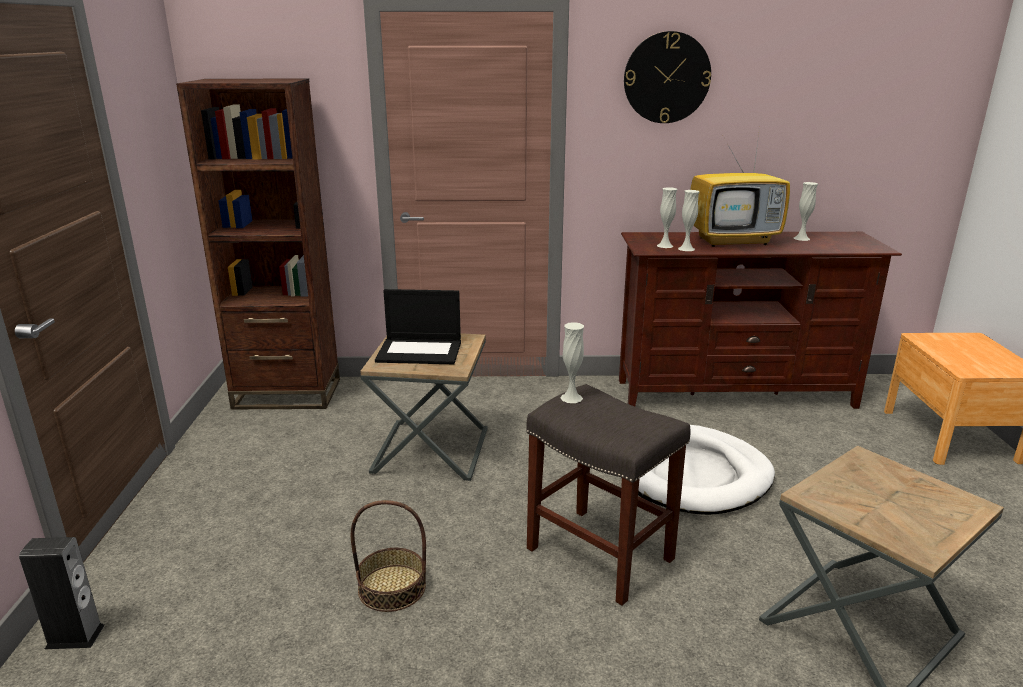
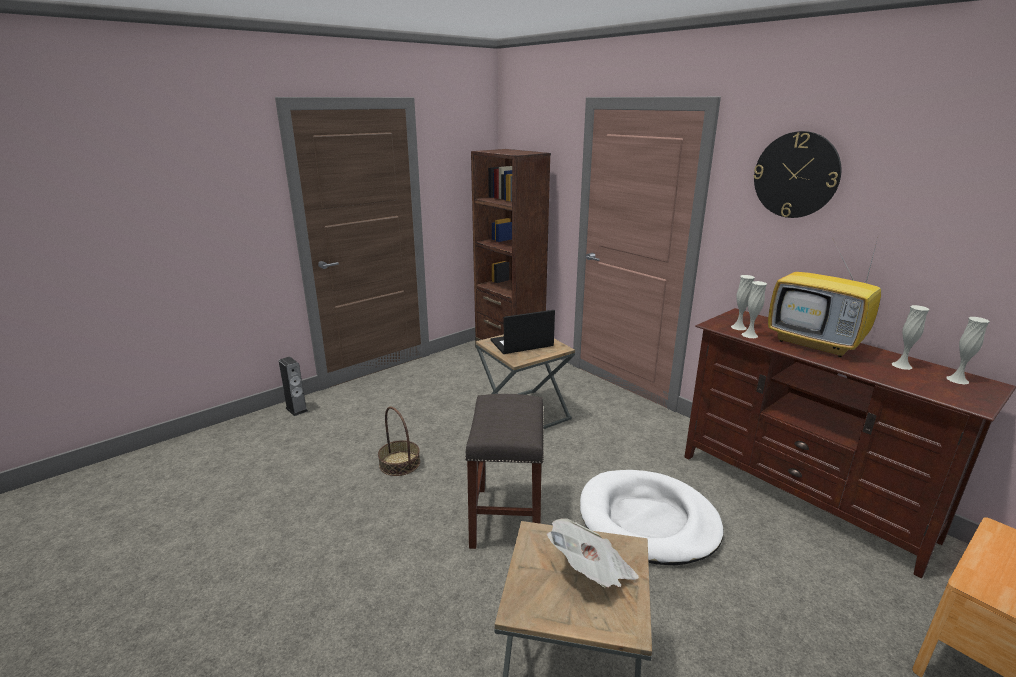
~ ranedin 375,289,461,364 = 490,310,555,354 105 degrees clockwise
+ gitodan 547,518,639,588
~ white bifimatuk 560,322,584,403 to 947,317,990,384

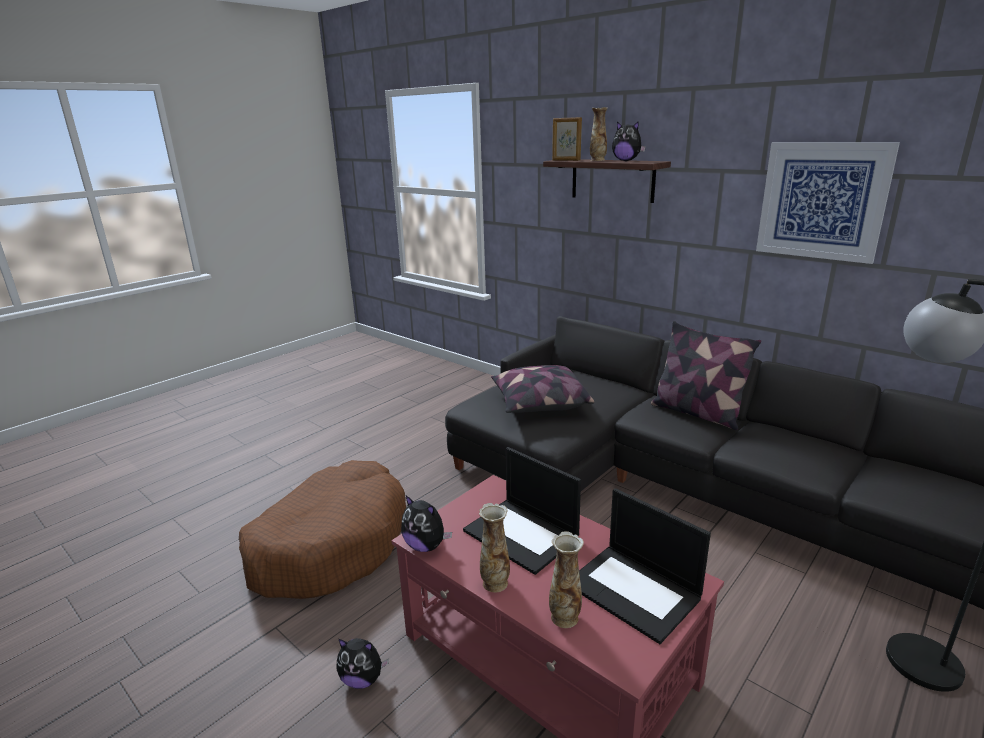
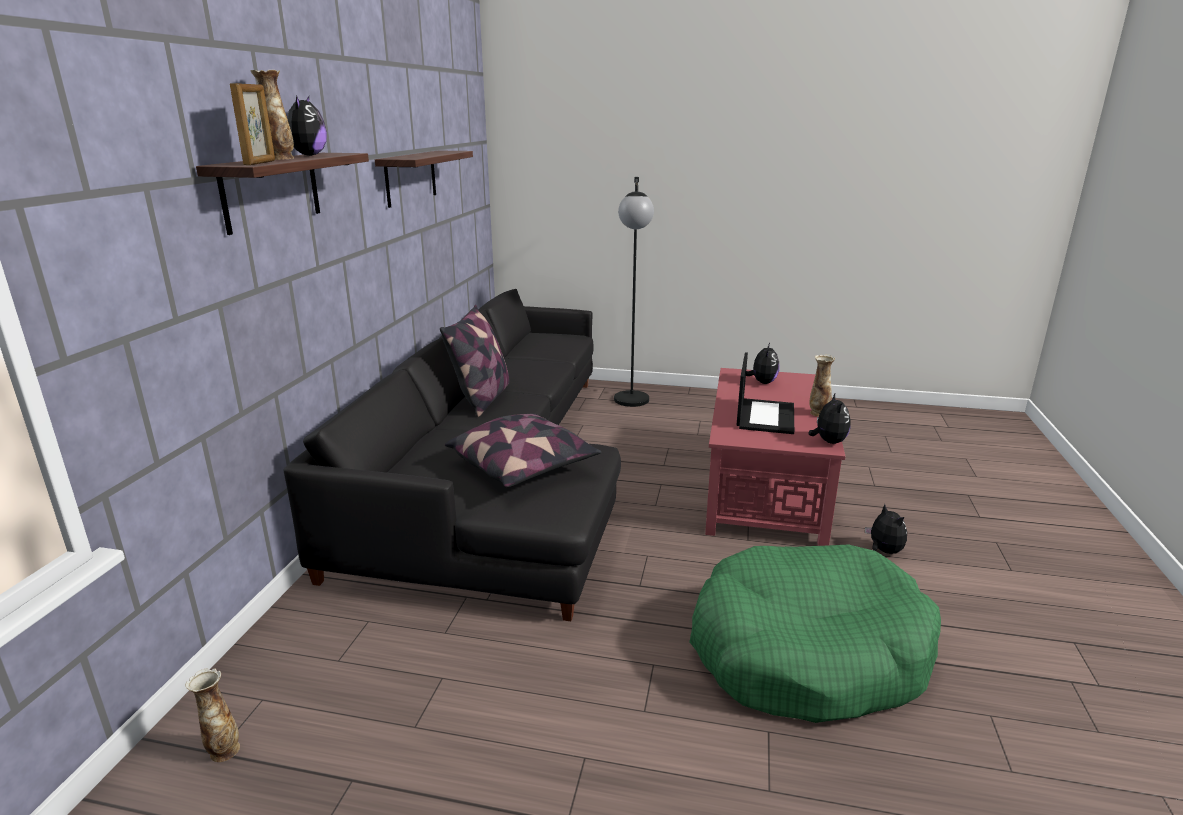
~ bifimatuk 549,532,584,628 to 185,668,240,762
~ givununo 756,142,900,264 to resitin 375,151,473,208
~ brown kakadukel 239,460,406,599 to green kakadukel 689,544,941,723
~ ranedin 579,488,711,644 to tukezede 746,343,780,384

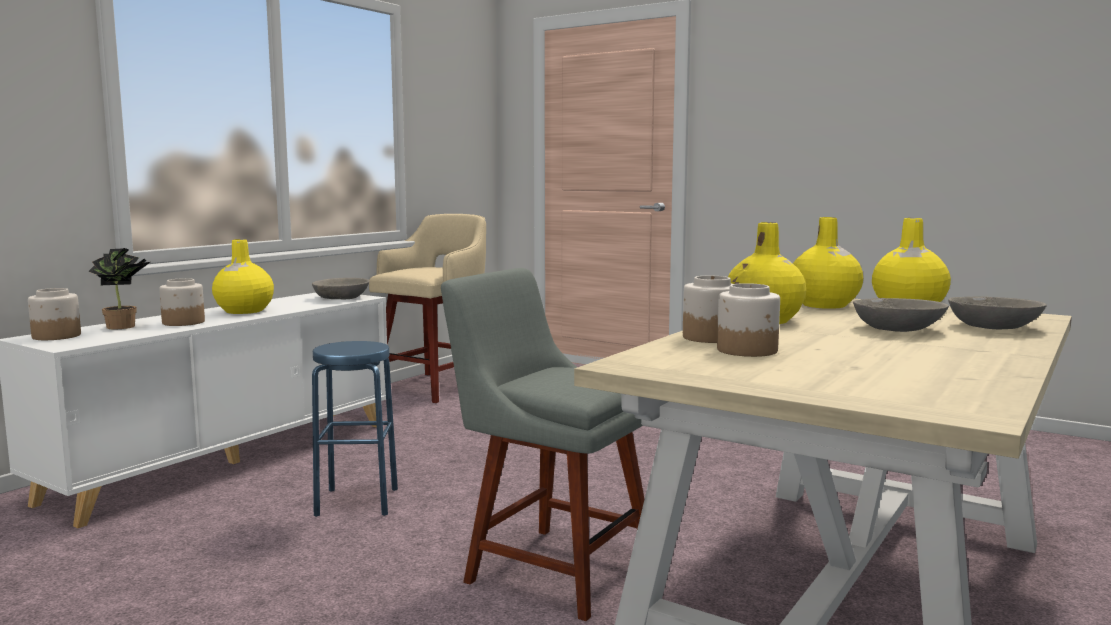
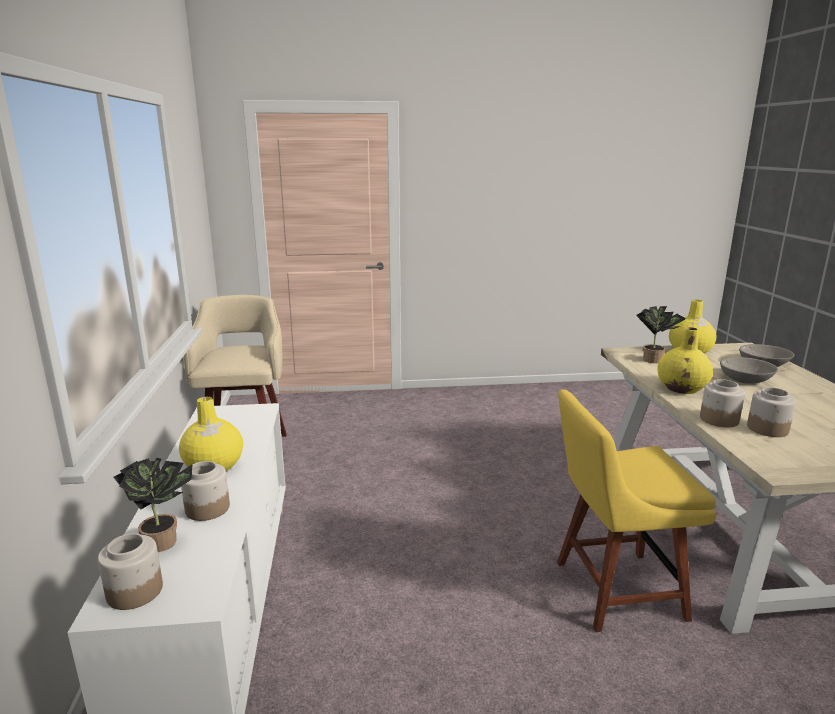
~ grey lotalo 441,268,644,621 to yellow lotalo 557,389,716,632
~ yellow bifimatuk 793,217,863,309 to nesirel 636,306,686,363
- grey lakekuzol 312,278,370,299
- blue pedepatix 312,341,398,517

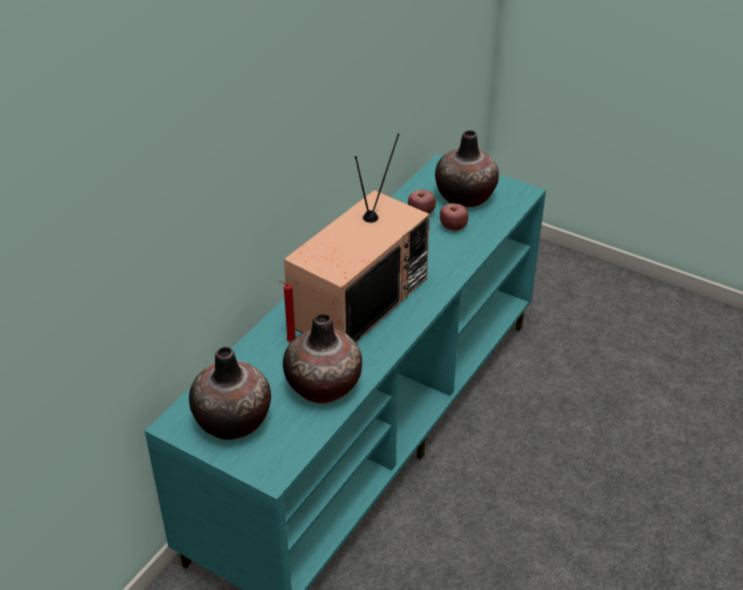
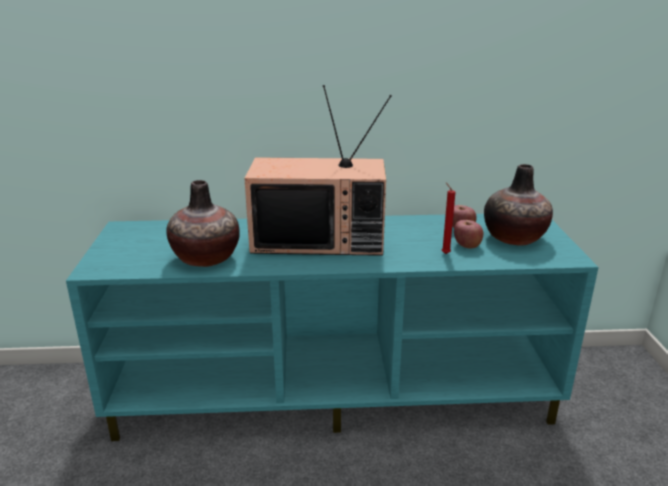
~ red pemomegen 280,281,296,342 to 442,182,455,254
- bifimatuk 189,347,271,440

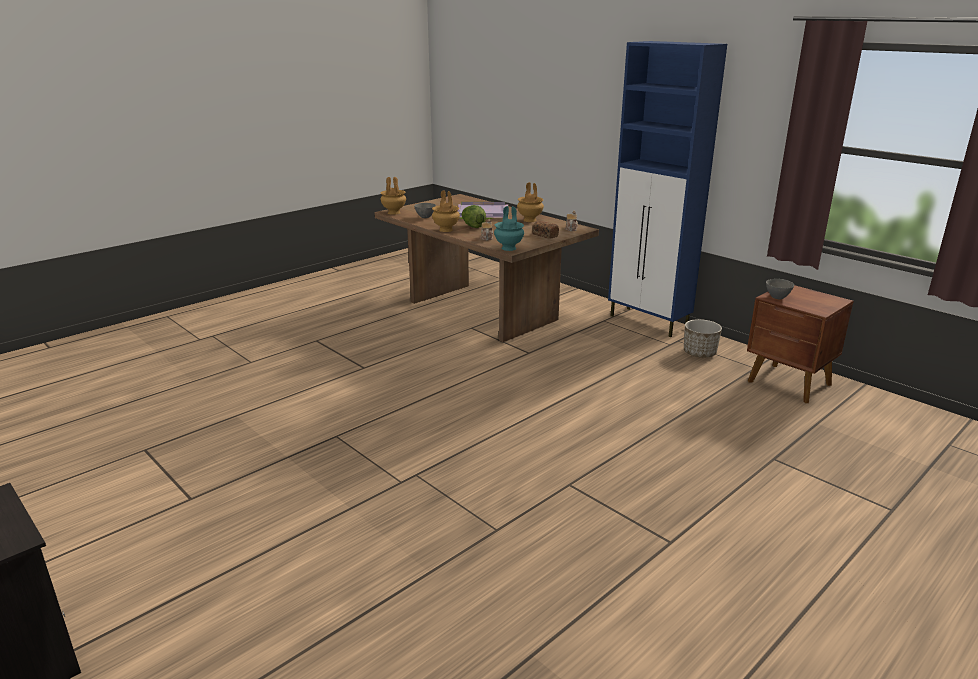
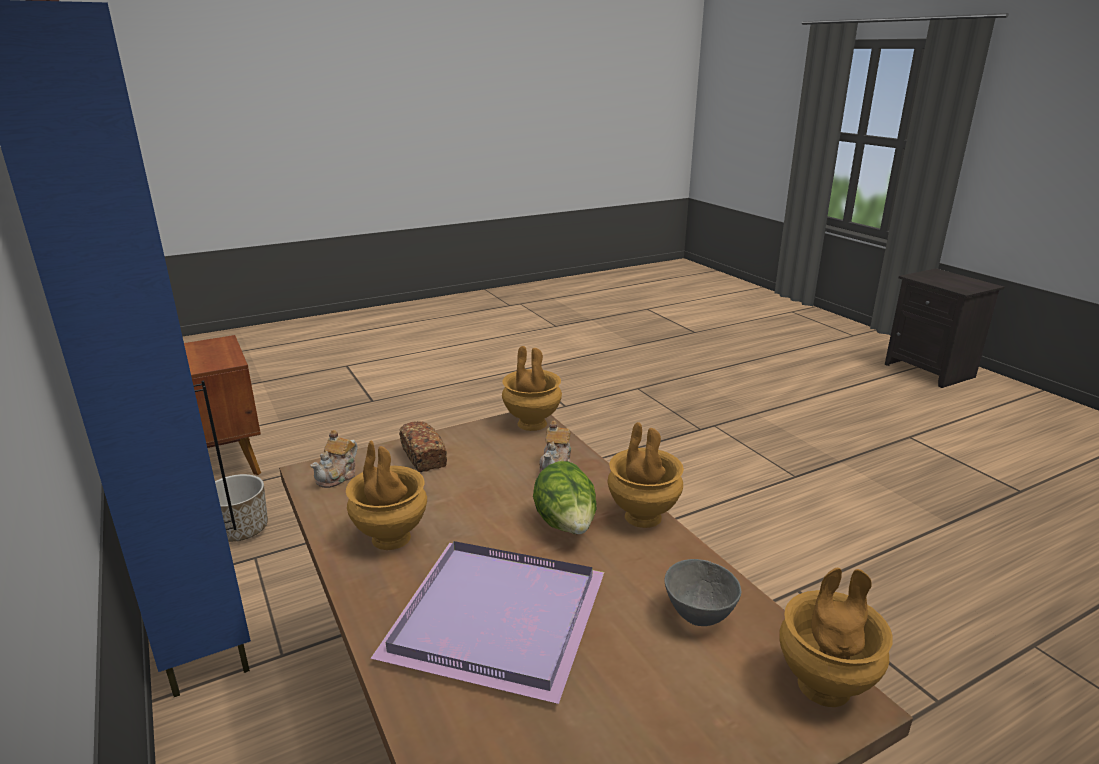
~ turquoise bifimatuk 494,206,524,251 to brown bifimatuk 502,346,562,431
- grey lakekuzol 766,279,794,300

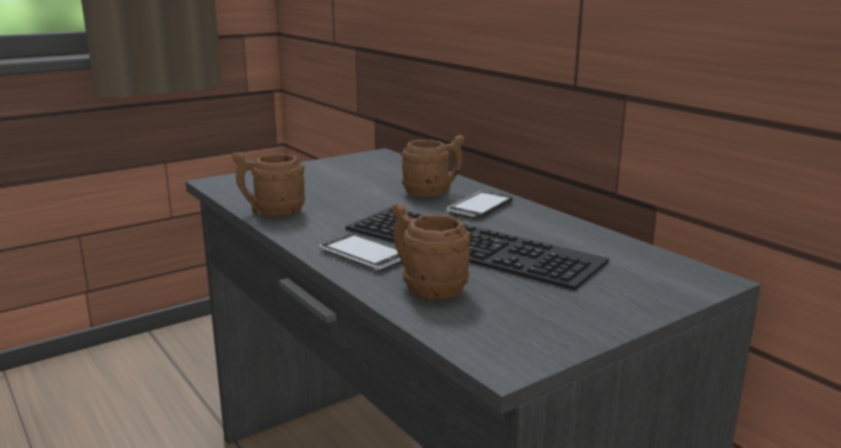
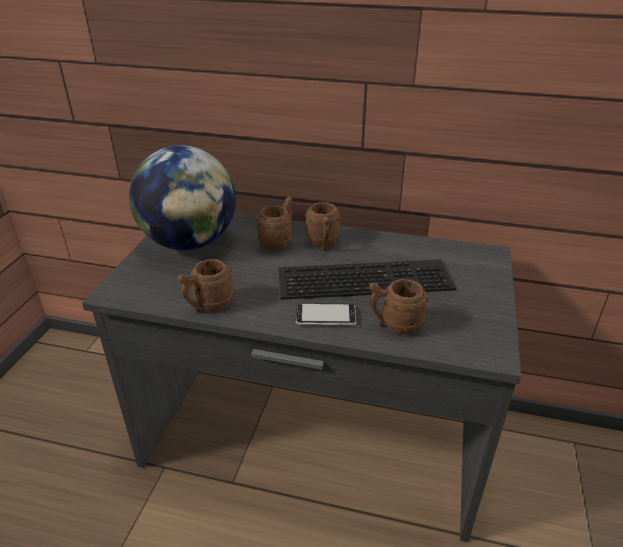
+ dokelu 129,145,236,250
~ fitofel 447,191,513,219 to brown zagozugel 305,202,341,250

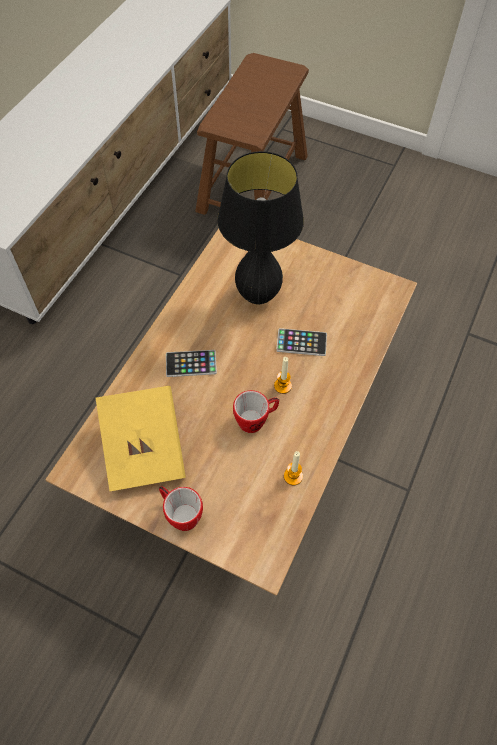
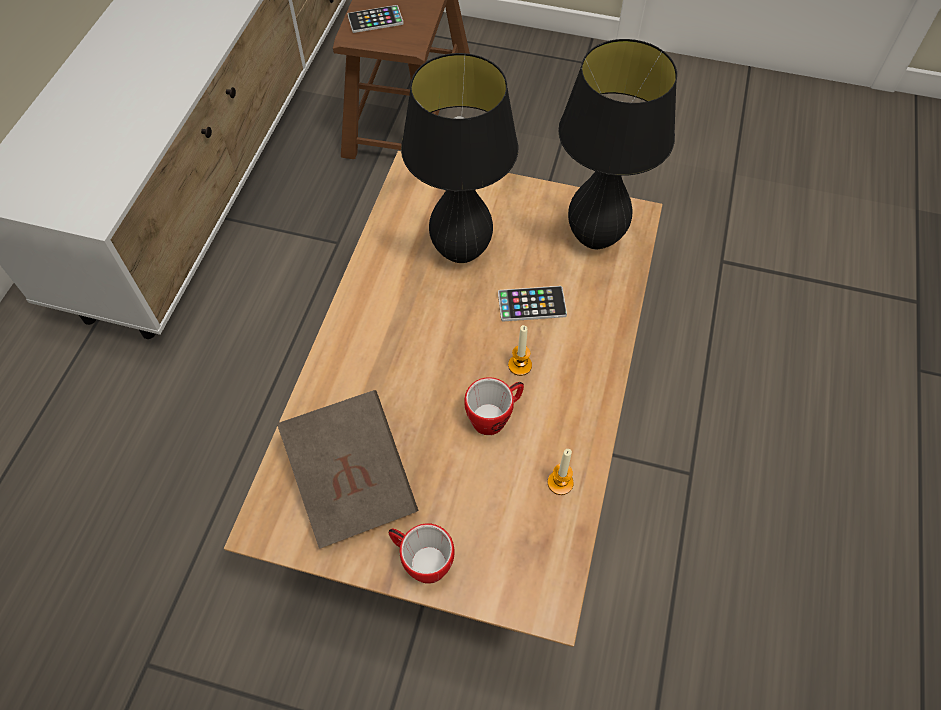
~ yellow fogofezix 96,386,186,492 to brown fogofezix 277,390,418,549
~ fitofel 166,350,217,377 to 348,5,404,33
+ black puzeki 558,39,677,249

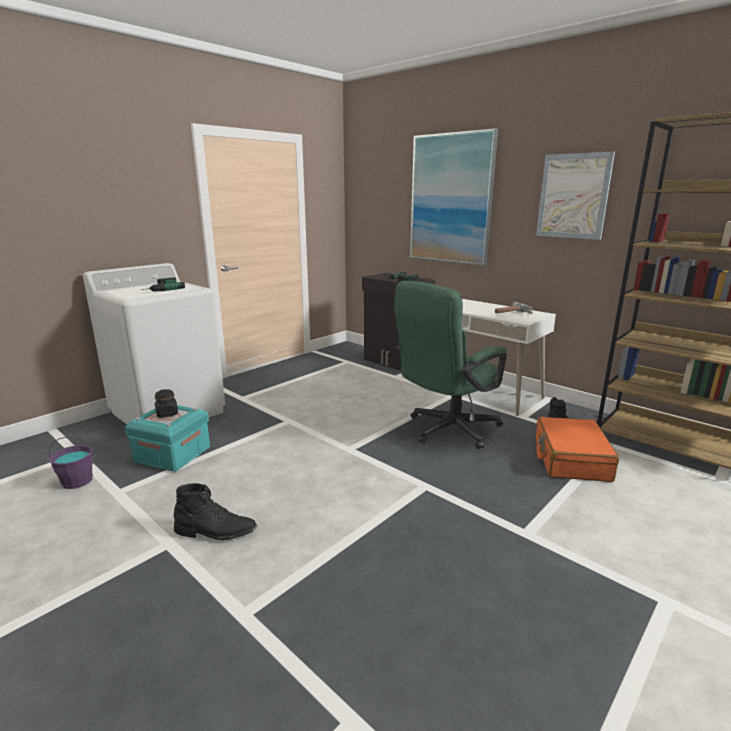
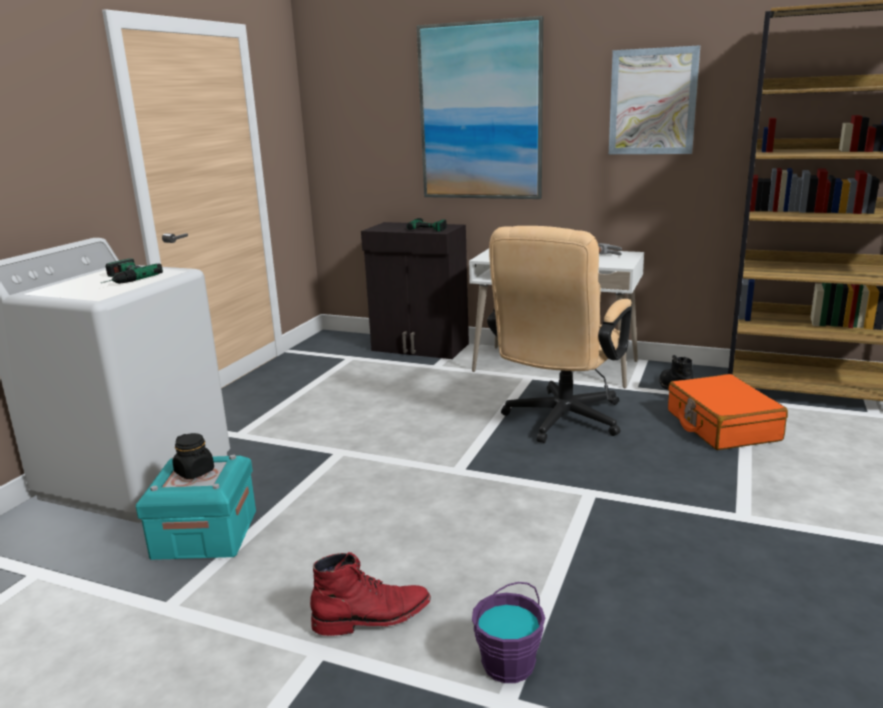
~ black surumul 174,483,257,540 to red surumul 310,552,431,636
~ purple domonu 49,437,93,489 to 472,582,545,683
~ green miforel 394,281,507,449 to beige miforel 487,226,632,443

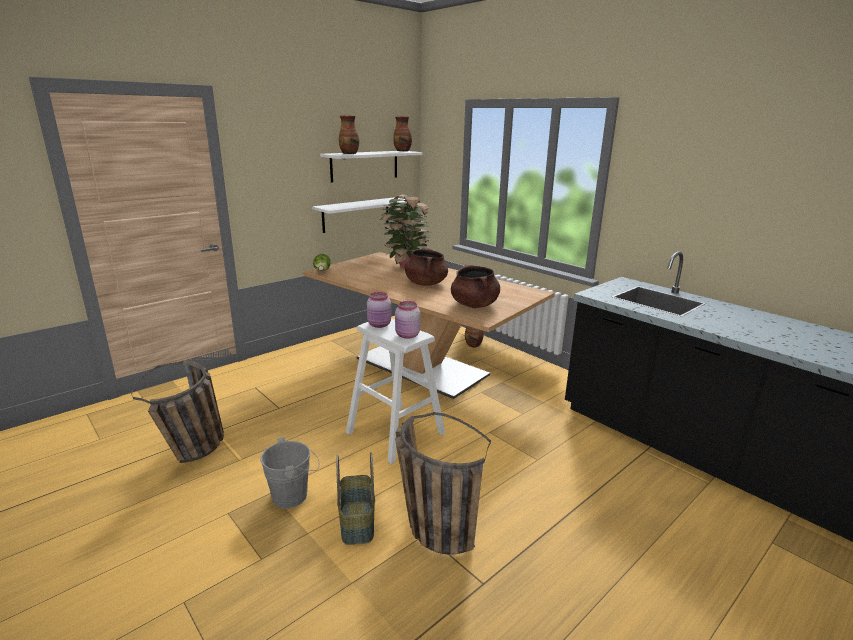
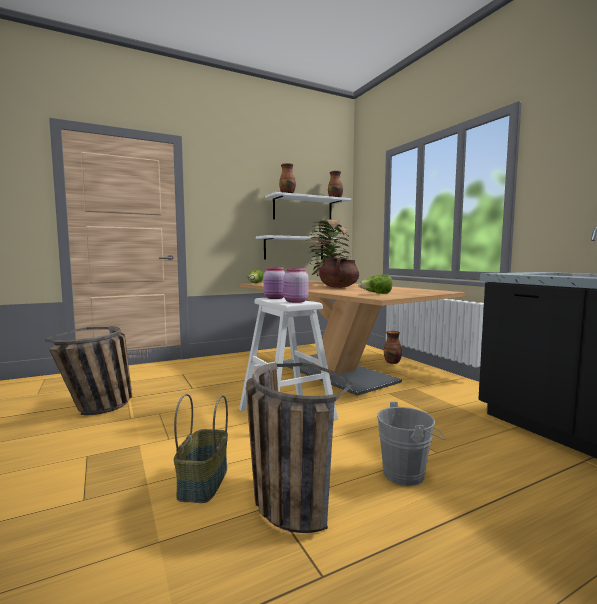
~ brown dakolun 451,265,500,308 to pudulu 358,274,392,294
~ grey domonu 261,437,319,509 to 377,401,445,486

